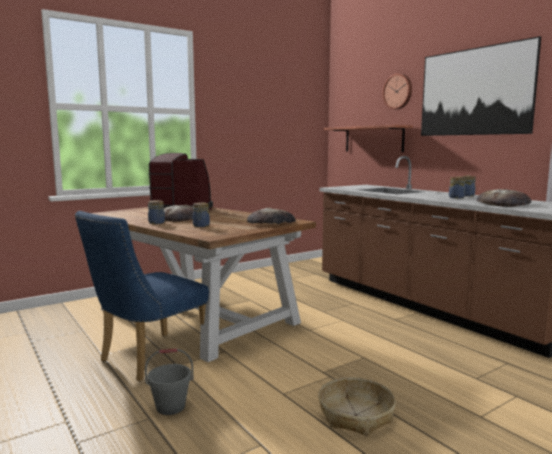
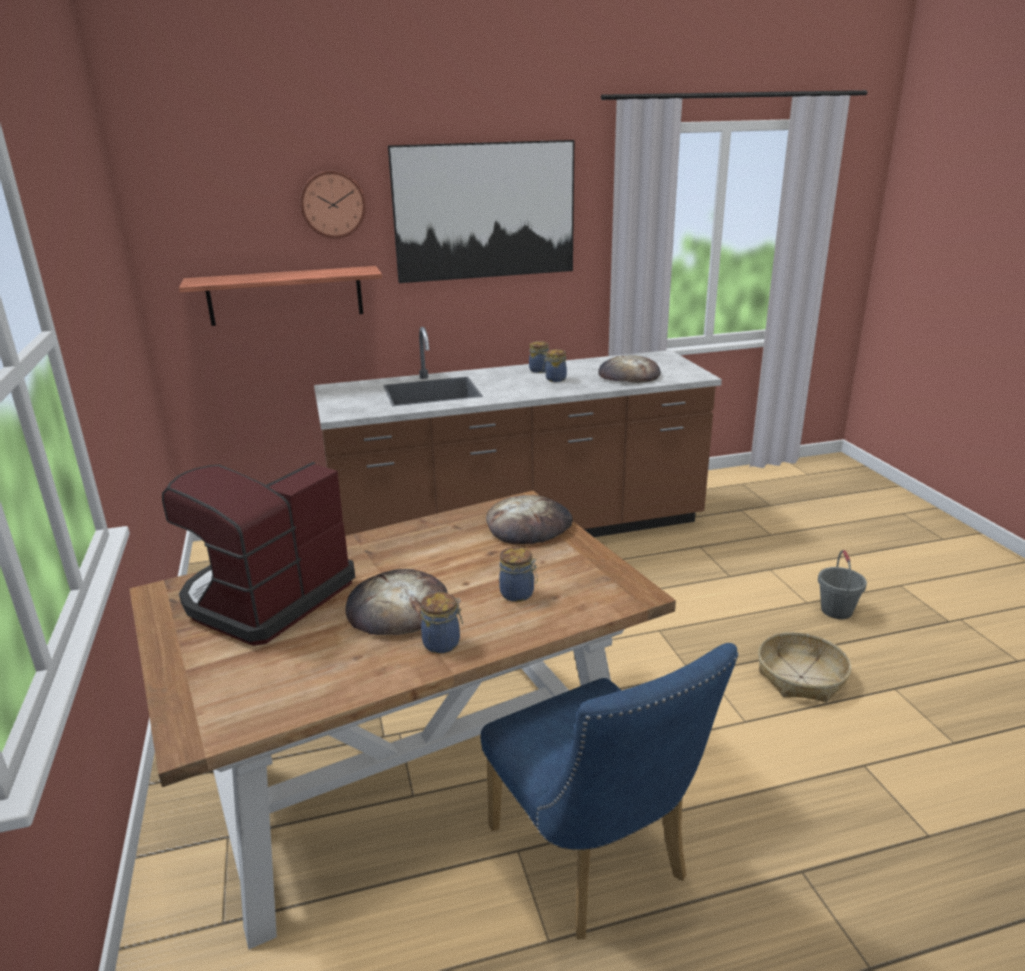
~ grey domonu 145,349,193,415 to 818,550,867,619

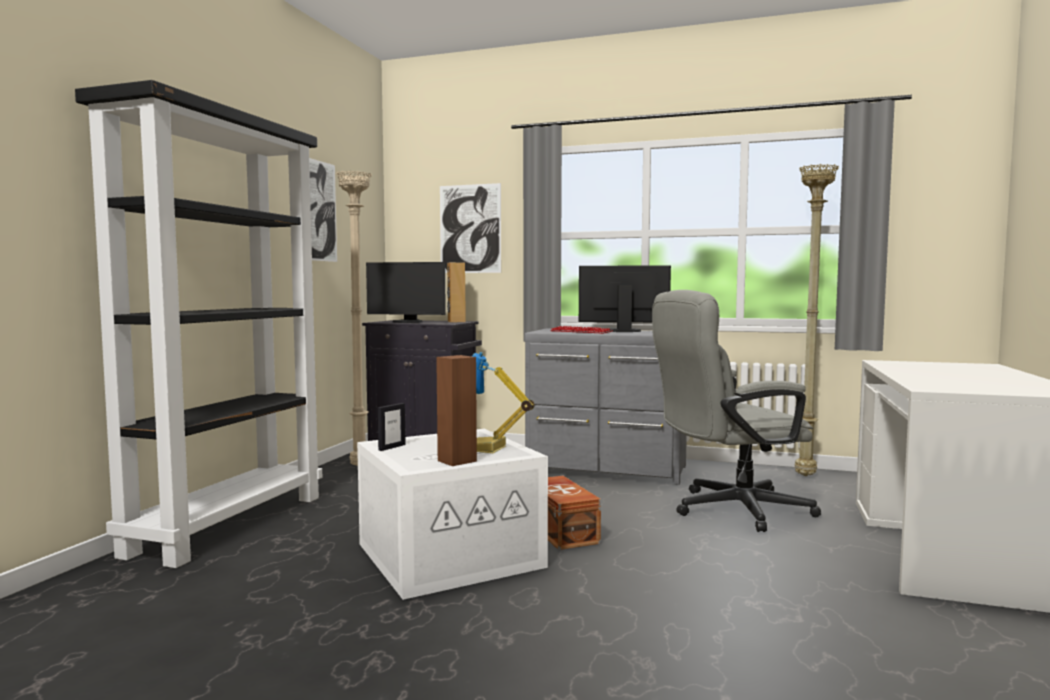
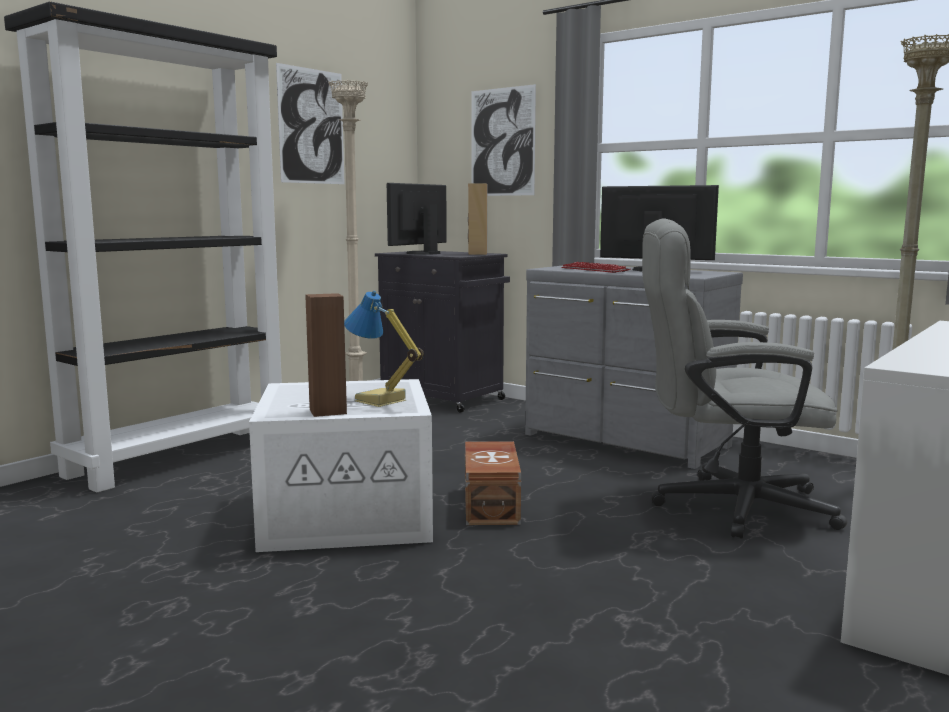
~ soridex 366,262,446,323 = 387,183,447,255 90 degrees clockwise
- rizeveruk 378,403,406,451

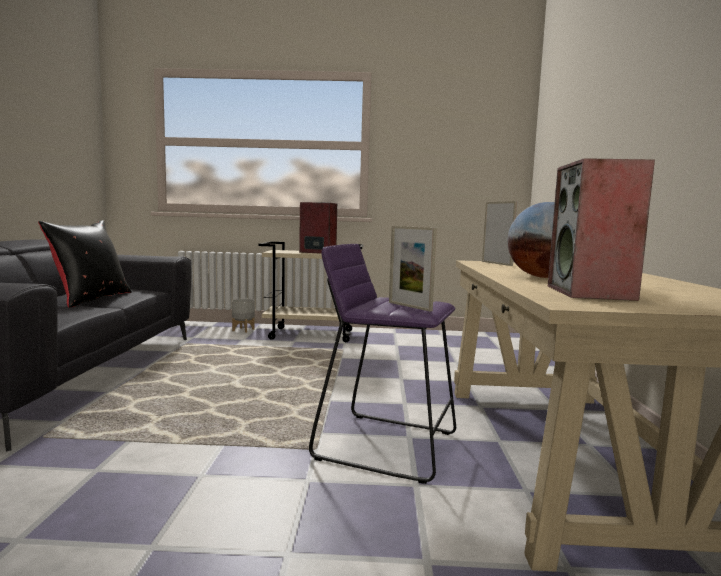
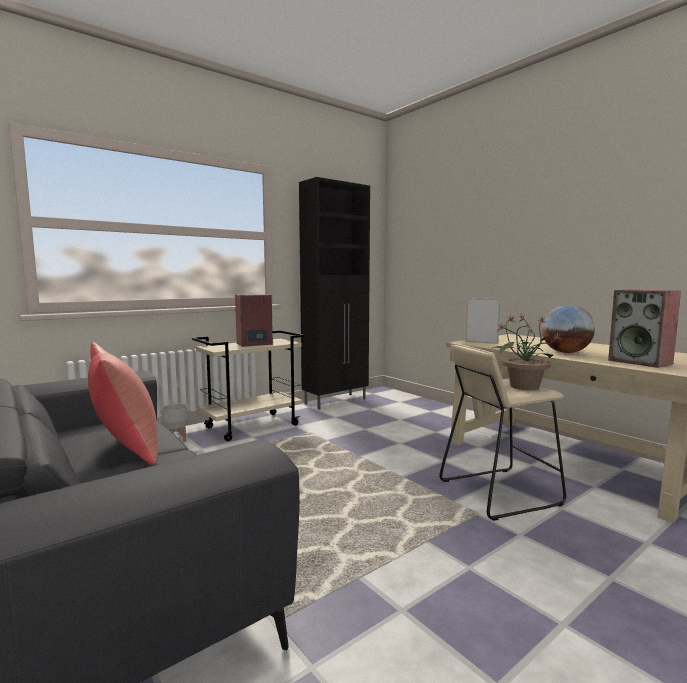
~ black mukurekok 38,220,132,308 to red mukurekok 88,342,158,465
+ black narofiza 299,177,370,410
~ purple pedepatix 309,244,456,484 to beige pedepatix 439,343,566,521
~ rizeveruk 389,226,437,311 to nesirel 491,315,561,390

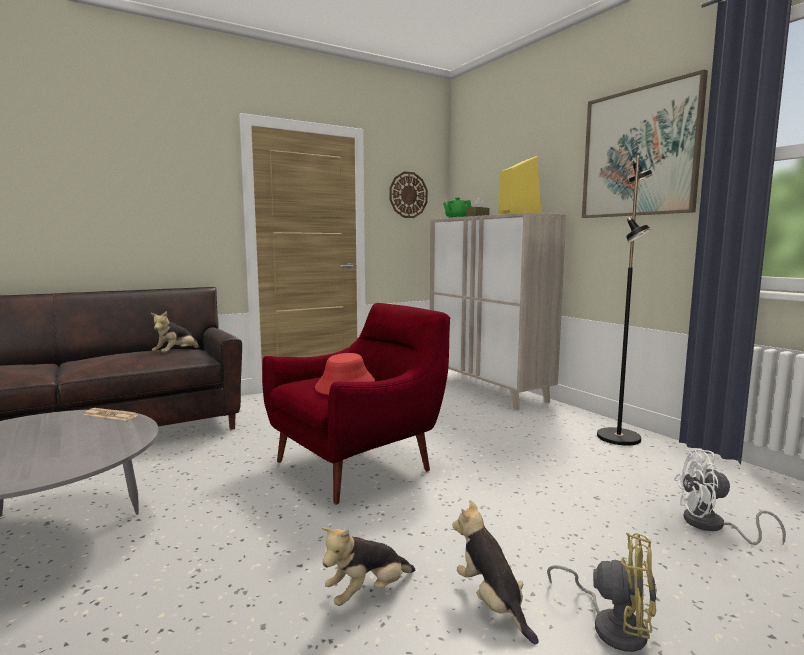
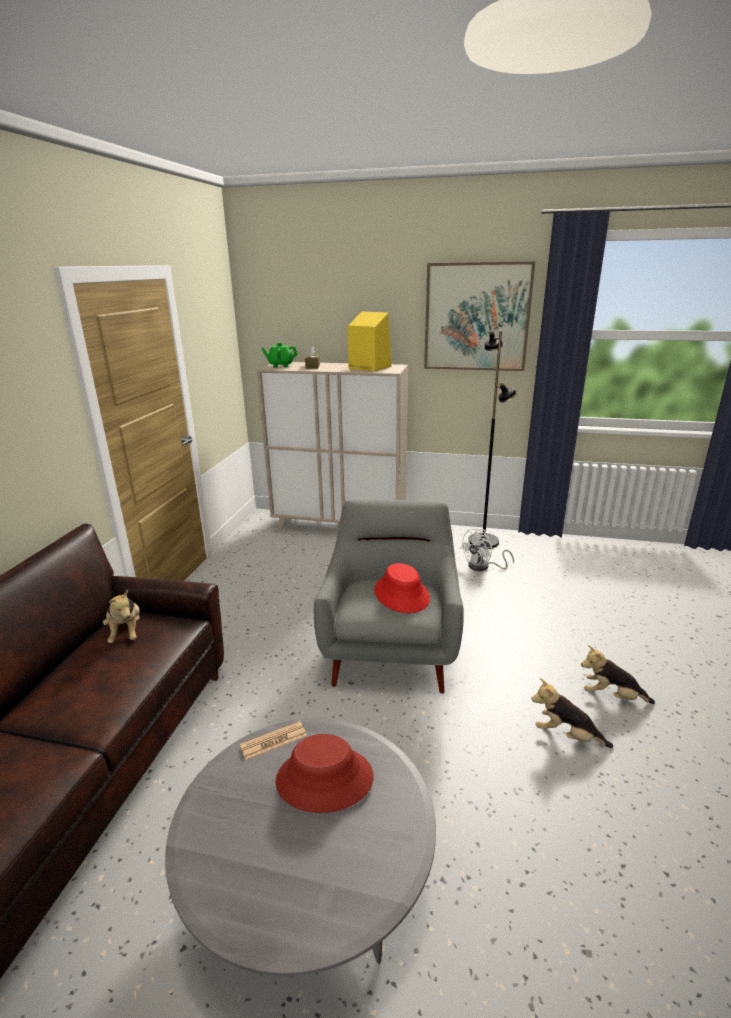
+ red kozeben 276,734,374,813
~ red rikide 262,303,450,505 to grey rikide 314,499,464,693
~ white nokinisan 674,449,786,545 to 460,529,514,571
~ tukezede 322,527,415,606 = 532,678,613,748 105 degrees clockwise
- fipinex 389,172,428,218
- yellow nokinisan 547,533,657,652

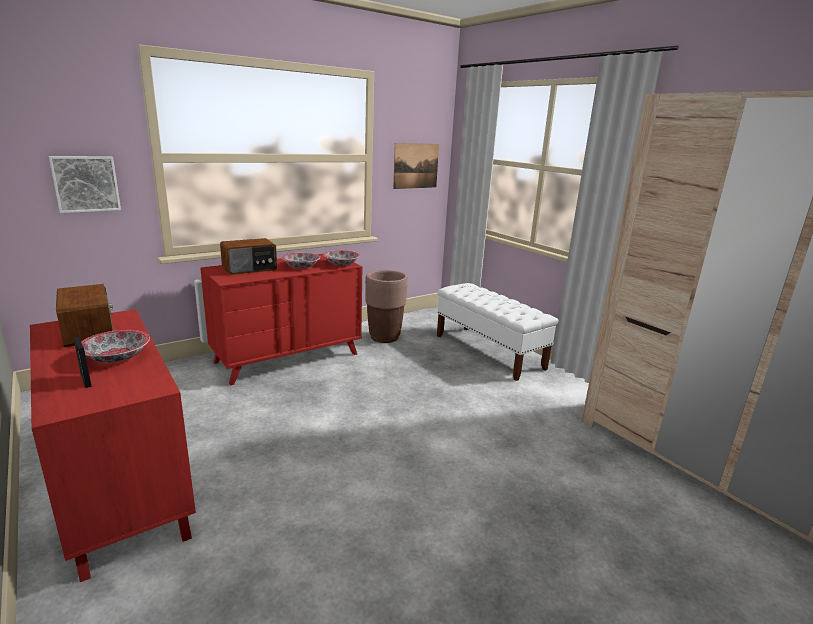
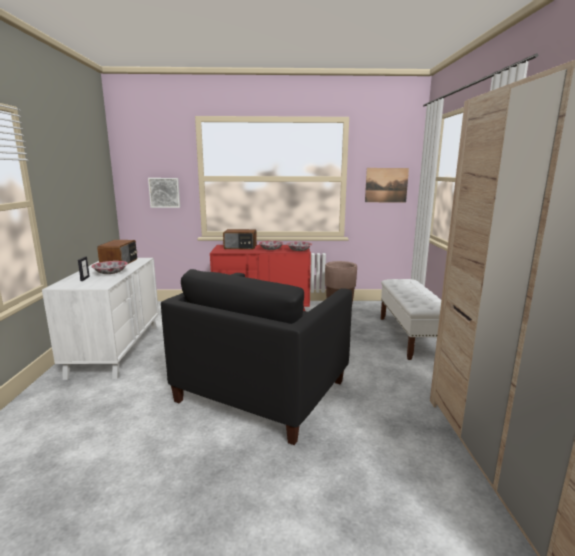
~ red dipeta 30,309,196,582 to white dipeta 42,258,159,380
+ black rikide 161,269,352,445

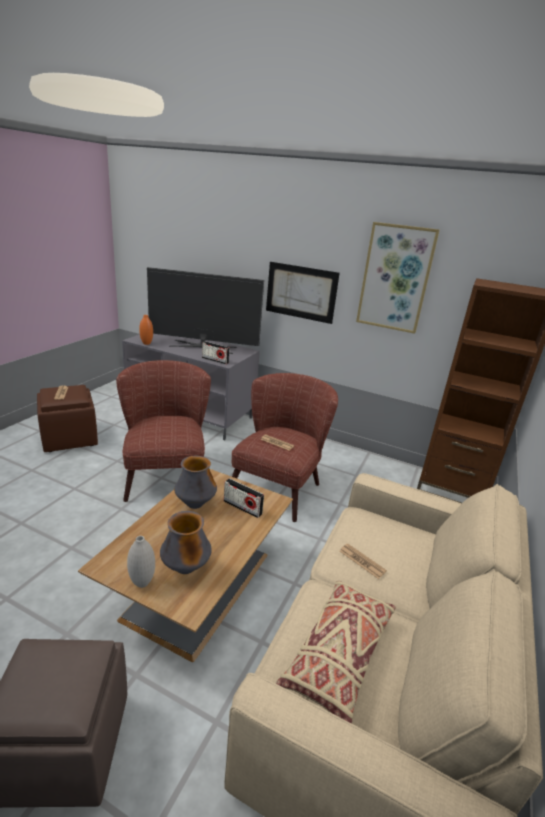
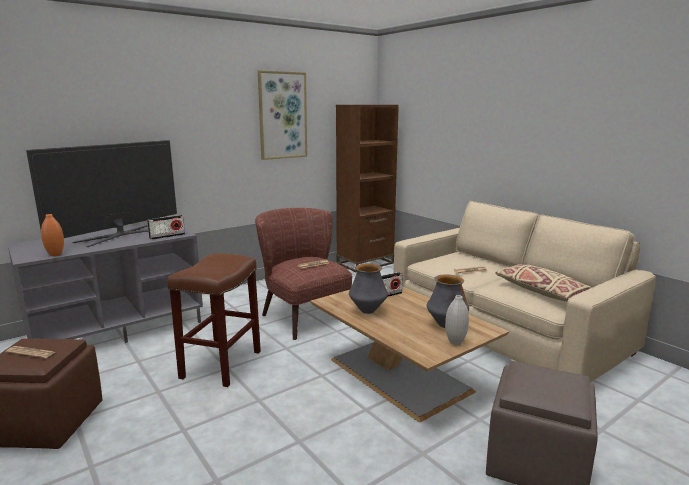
~ brown rikide 116,360,211,502 to brown pedepatix 167,253,261,387
- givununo 266,262,340,324

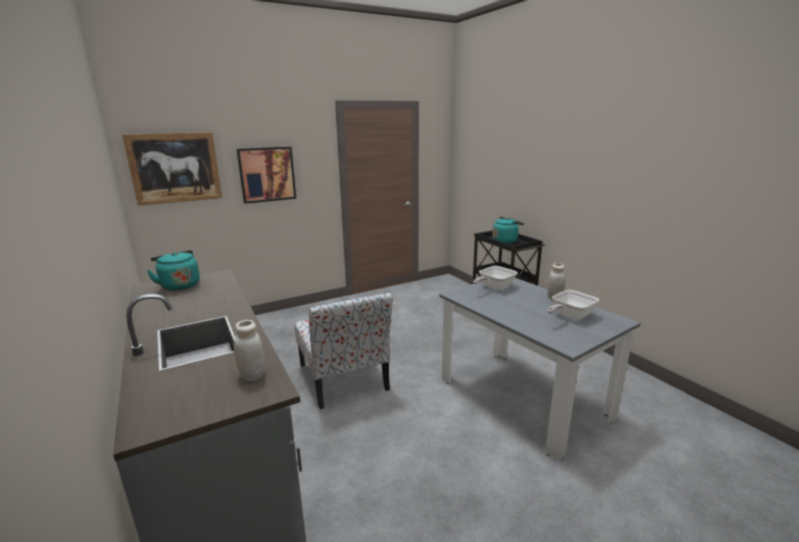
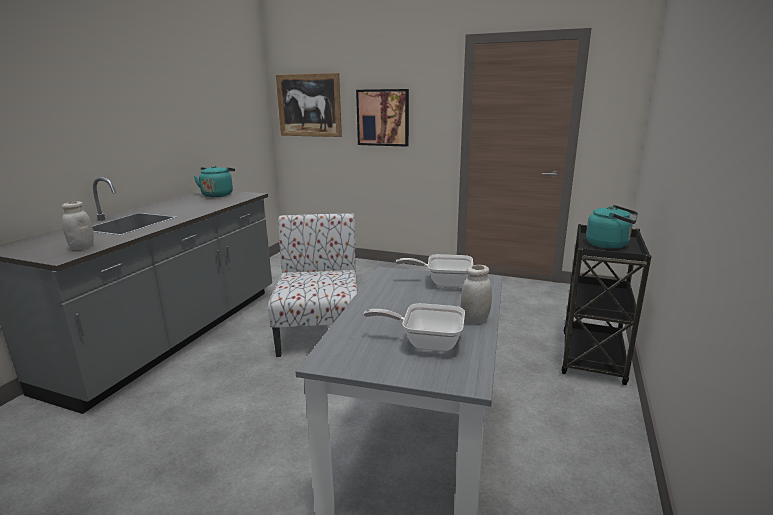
~ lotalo 294,293,393,409 = 268,213,358,357 150 degrees clockwise

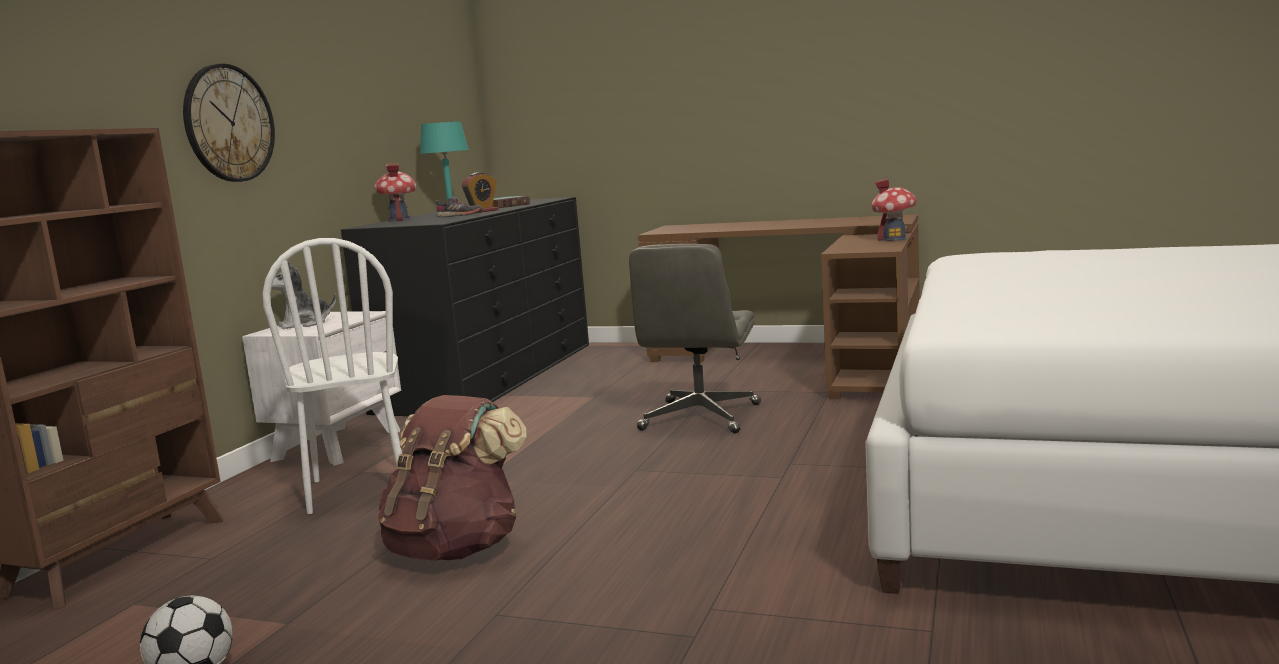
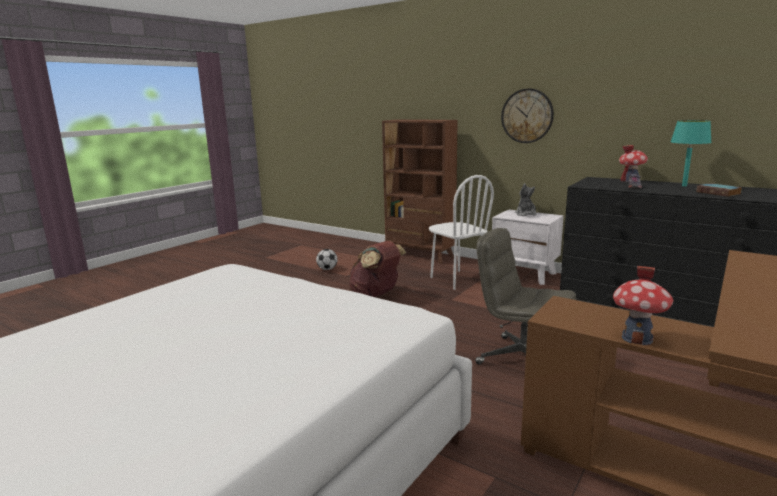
~ white lotalo 263,238,402,514 = 429,175,494,290 120 degrees counterclockwise
- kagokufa 461,172,498,213

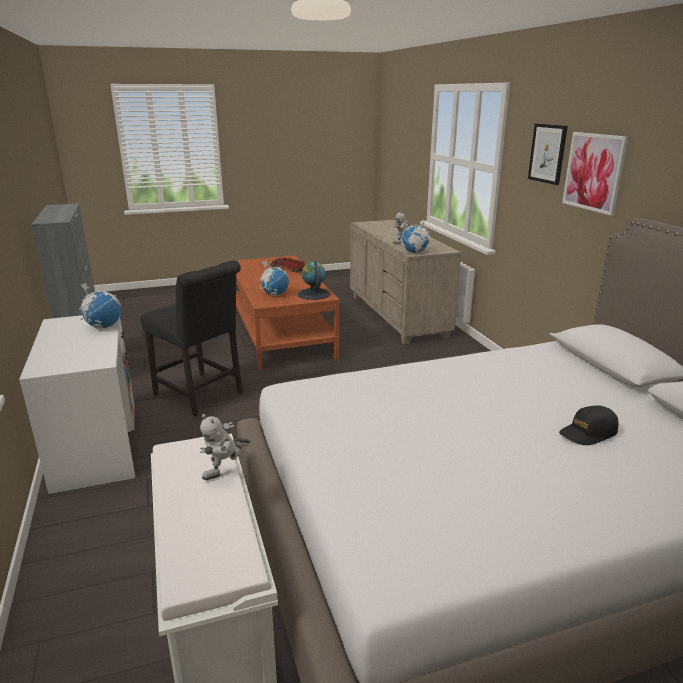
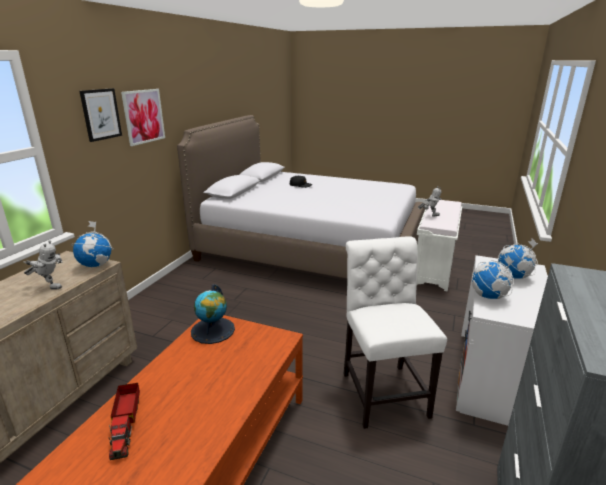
~ black lotalo 141,261,243,416 to white lotalo 344,236,447,429
~ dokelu 260,261,289,296 to 498,238,538,279

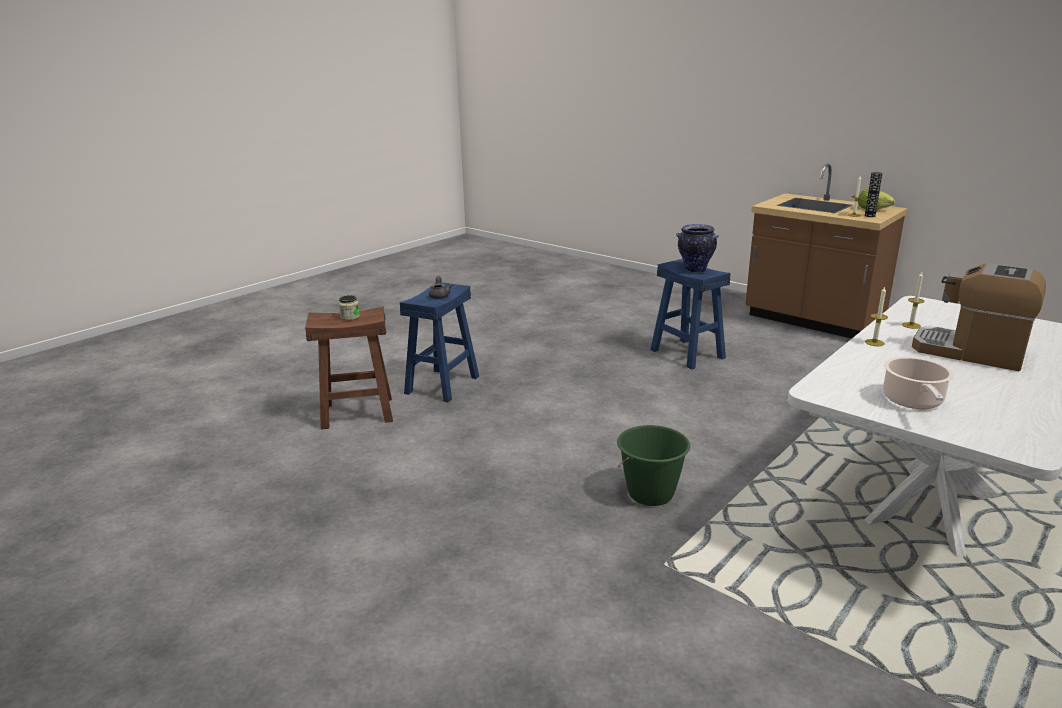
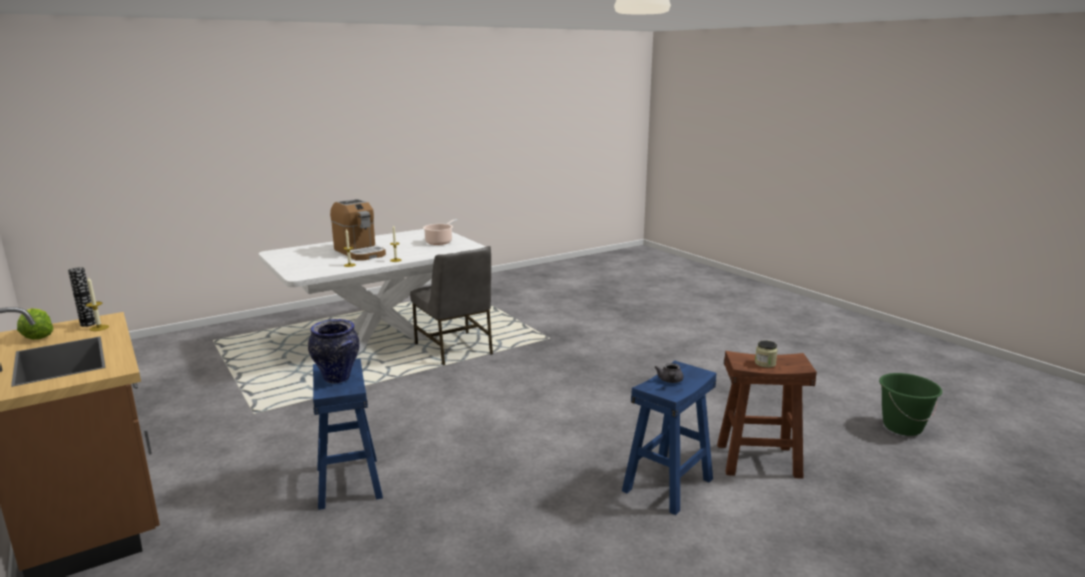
+ grey lotalo 410,246,493,365
~ green domonu 617,425,690,506 to 879,373,942,436

